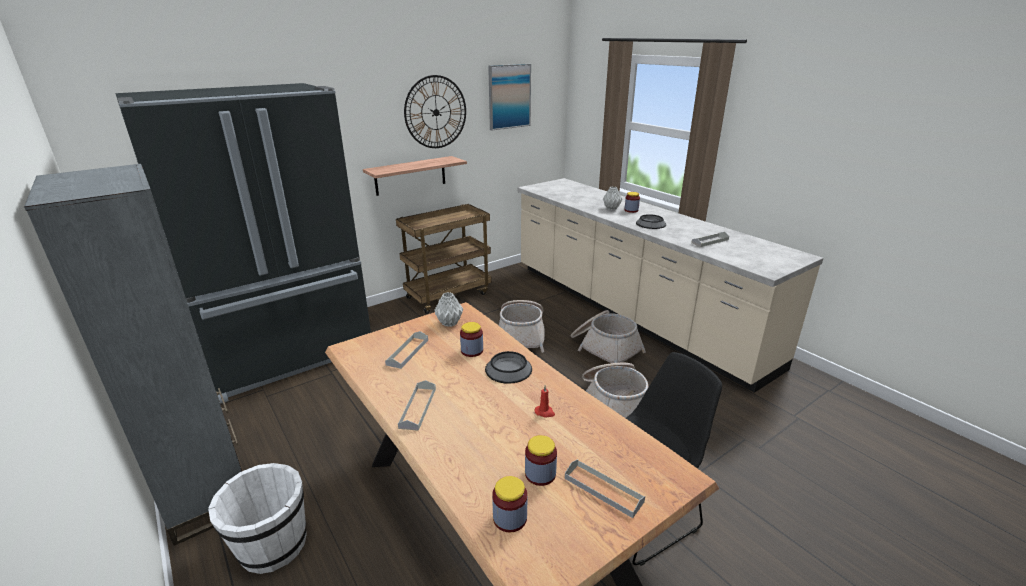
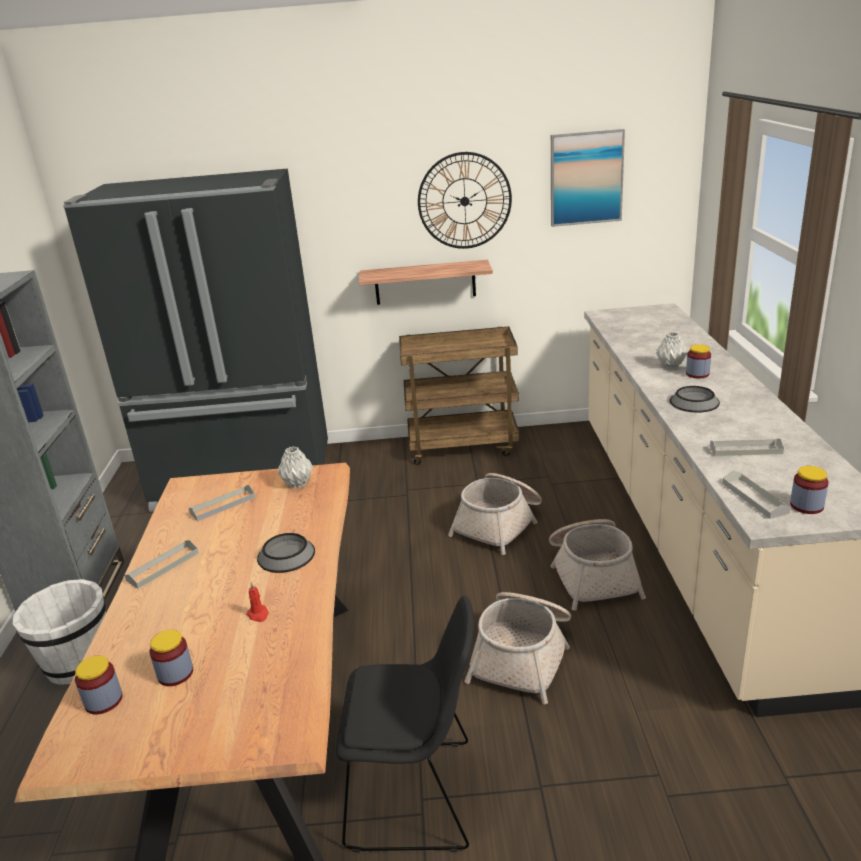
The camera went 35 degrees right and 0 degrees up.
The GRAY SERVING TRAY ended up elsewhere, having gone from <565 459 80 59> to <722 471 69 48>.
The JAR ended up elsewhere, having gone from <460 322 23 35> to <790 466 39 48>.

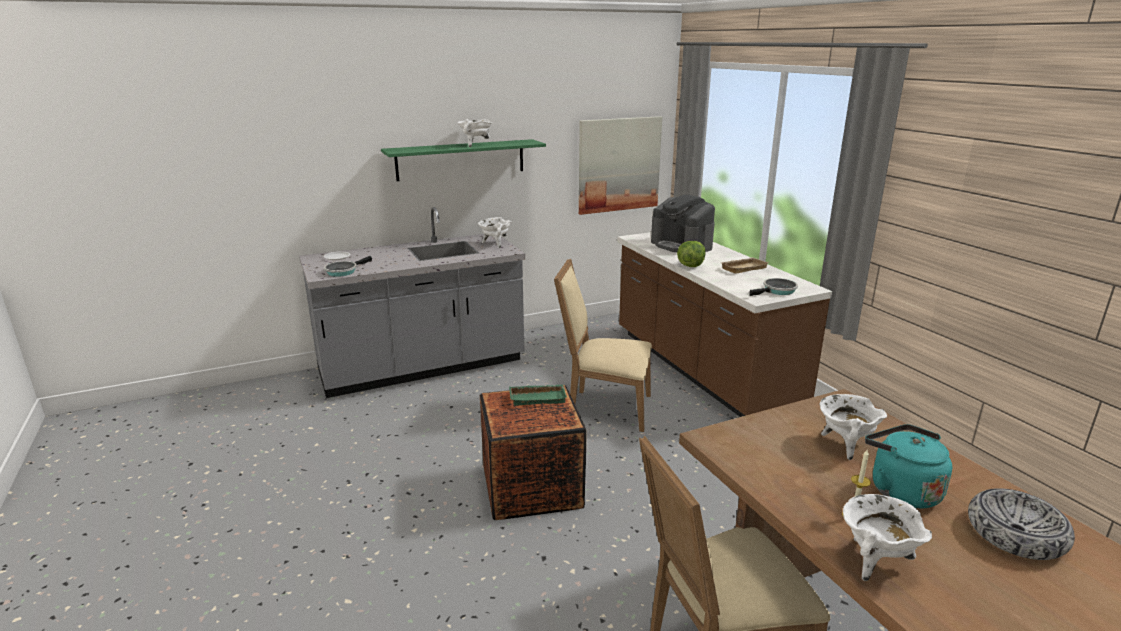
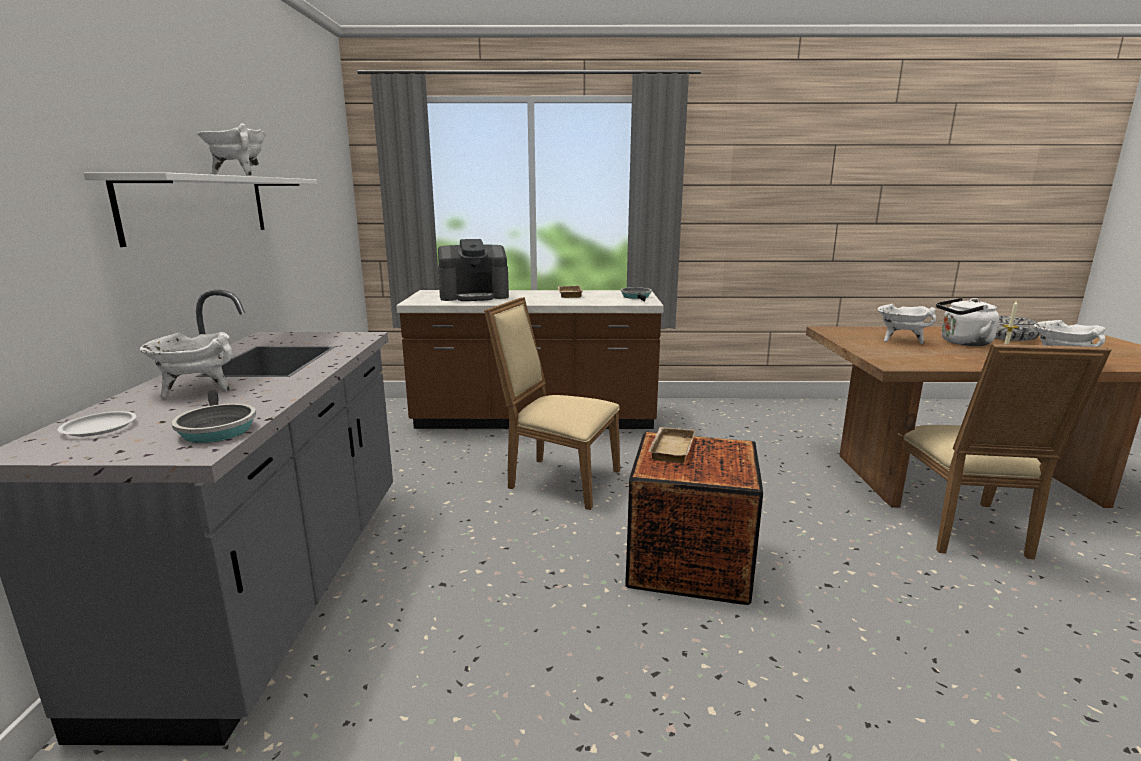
The camera went 65 degrees left and 5 degrees down.
What was the GREENISH WALL SHELF at <381 139 165 42> turned into the WHITISH WALL SHELF at <84 172 233 75>.
The WHITISH COOKING POT ended up elsewhere, having gone from <478 217 34 31> to <140 332 93 66>.
The BEIGE-COLOURED CHAIR at <554 259 98 173> ended up facing another way, 75 degrees clockwise from before.
What was the GREENISH SERVING TRAY at <509 385 58 21> turned into the BEIGE-COLOURED SERVING TRAY at <648 427 47 36>.
What was the BLUE-GREEN WATER KETTLE at <865 424 87 85> turned into the WHITISH WATER KETTLE at <936 298 63 48>.
The second view lost the WALL ART at <579 116 83 99>.
The second view lost the LETTUCE HEAD at <677 241 28 26>.

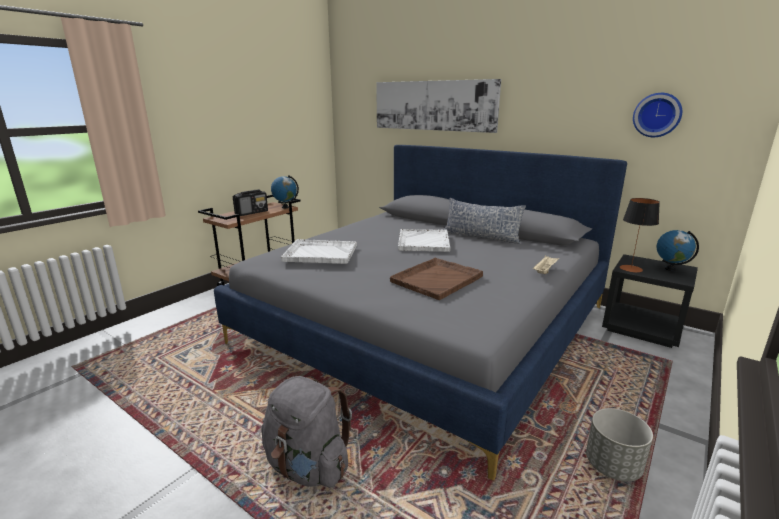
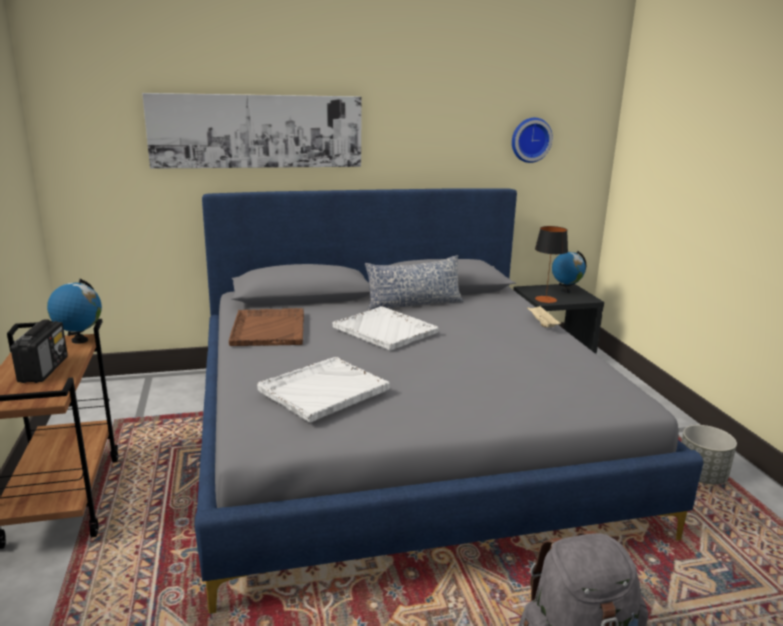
The camera went 50 degrees left and 0 degrees up.
The BROWN-COLOURED SERVING TRAY ended up elsewhere, having gone from <390 258 93 42> to <229 308 75 38>.

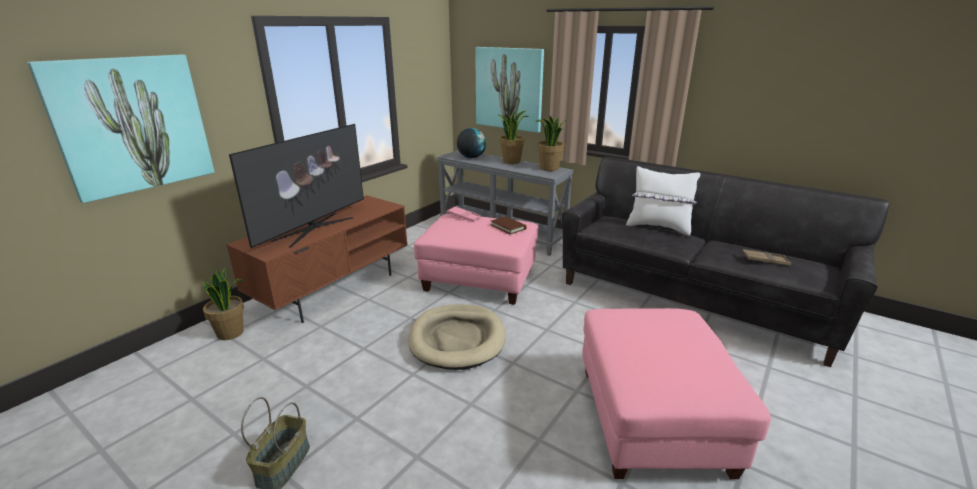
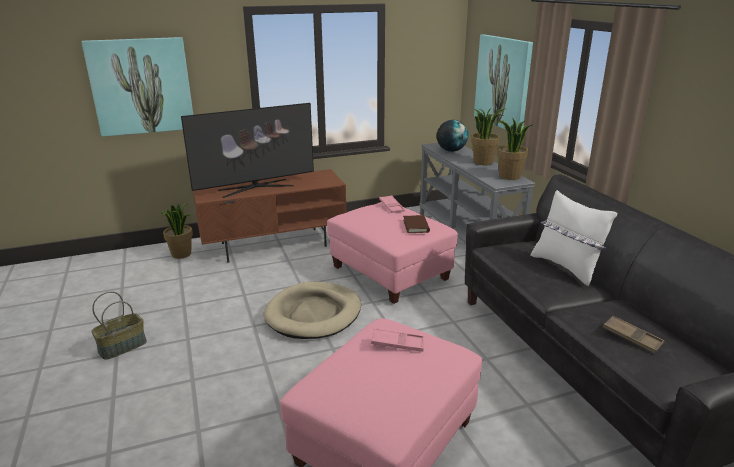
The camera went 35 degrees right and 0 degrees up.
The second view gained the PINK-COLOURED SERVING TRAY at <371 328 53 24>.

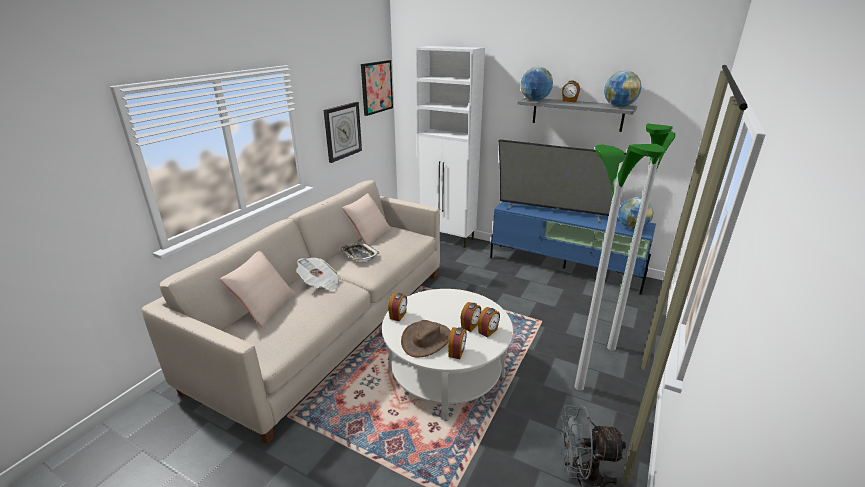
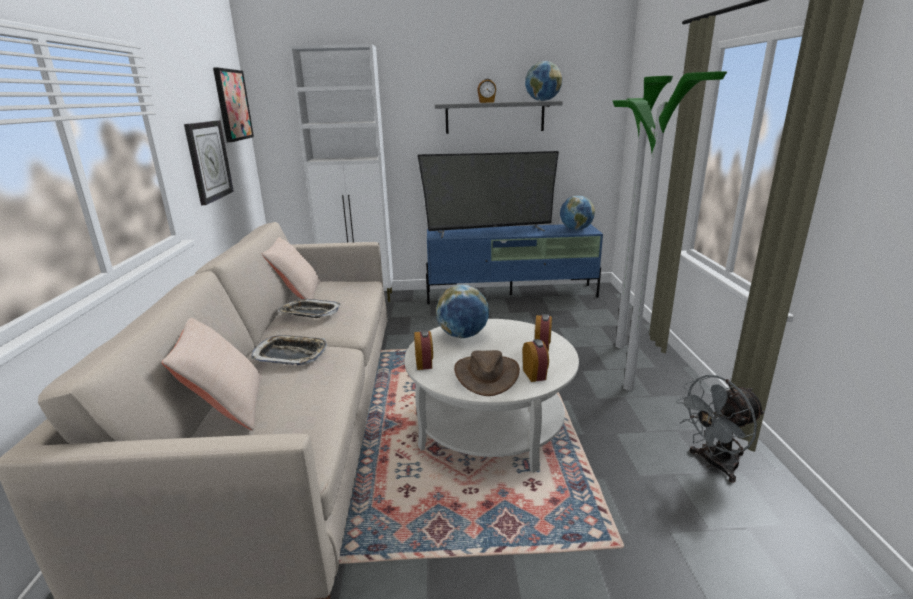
The camera went 30 degrees left and 5 degrees down.
Where the PRINTED PAPER stood at <296 258 45 33>, the SERVING TRAY came to stand at <251 335 76 30>.
The GLOBE ended up elsewhere, having gone from <520 67 33 34> to <436 285 53 53>.
The second view lost the BEDSIDE CLOCK at <460 302 21 30>.

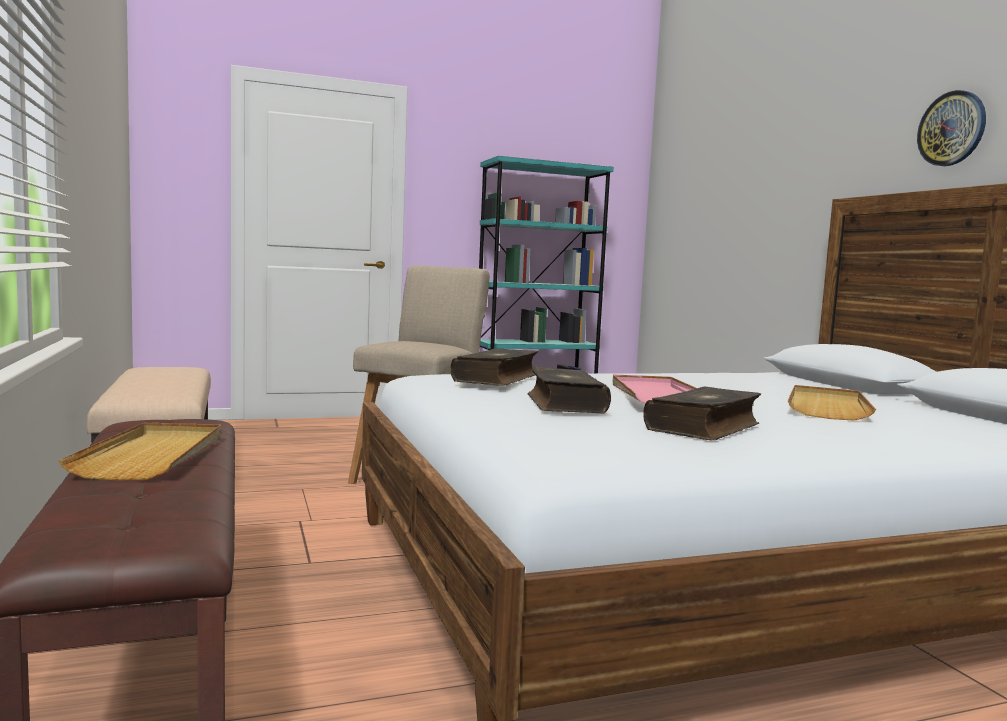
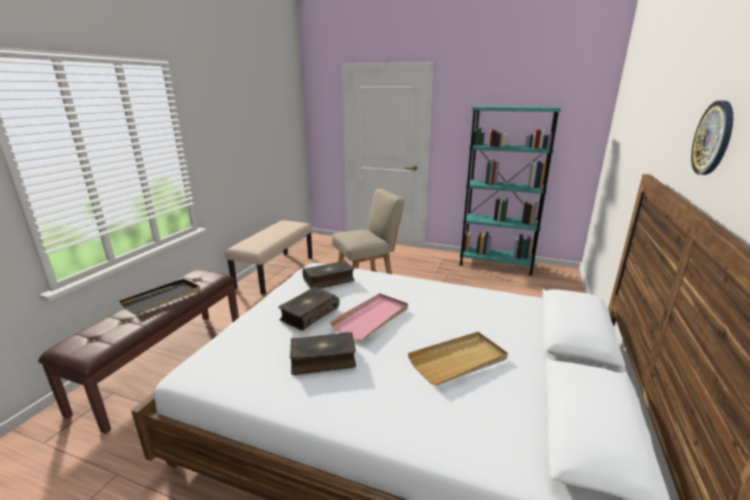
The camera went 40 degrees right and 15 degrees up.
What was the BEIGE-COLOURED SERVING TRAY at <58 423 163 57> turned into the BLACK-COLOURED SERVING TRAY at <120 278 80 37>.

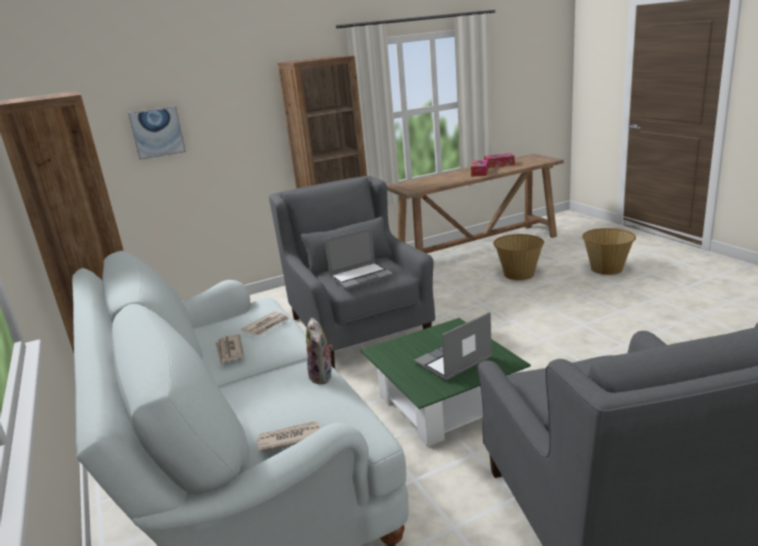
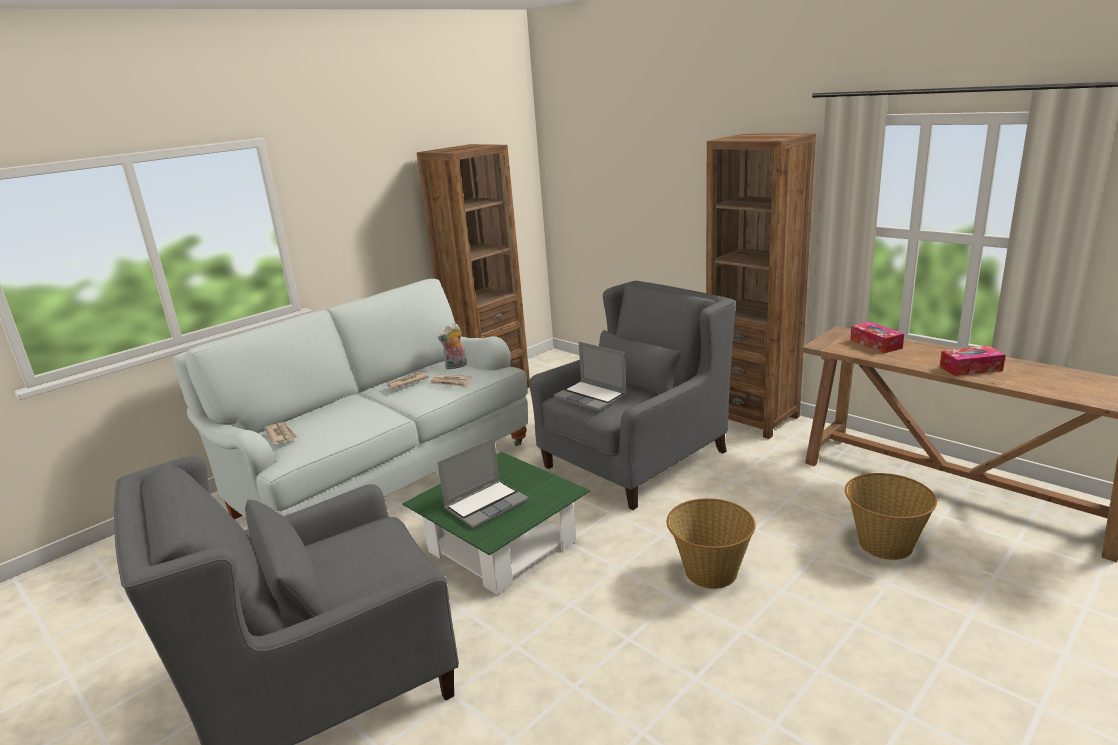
The camera went 70 degrees right and 0 degrees up.
The PLUSH TOY ended up elsewhere, having gone from <306 318 27 66> to <438 323 29 46>.
The PORTABLE COMPUTER at <414 312 78 69> ended up facing another way, 105 degrees clockwise from before.
The HOUSEHOLD BASKET ended up elsewhere, having gone from <582 228 54 47> to <667 498 88 91>.
The BOX OF TISSUES ended up elsewhere, having gone from <484 153 31 15> to <850 322 54 31>.
The second view lost the WALL ART at <128 106 58 54>.

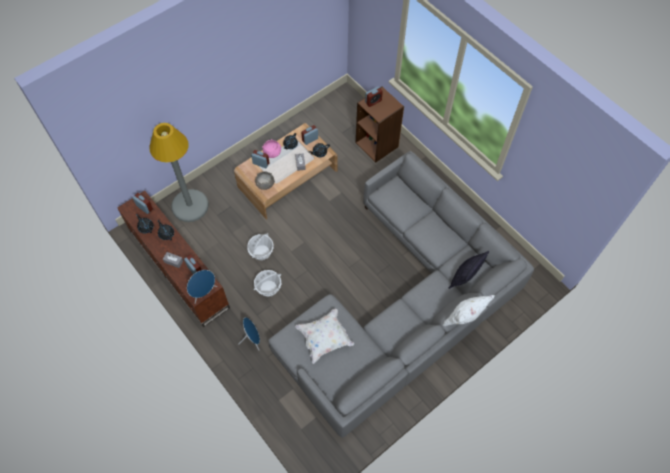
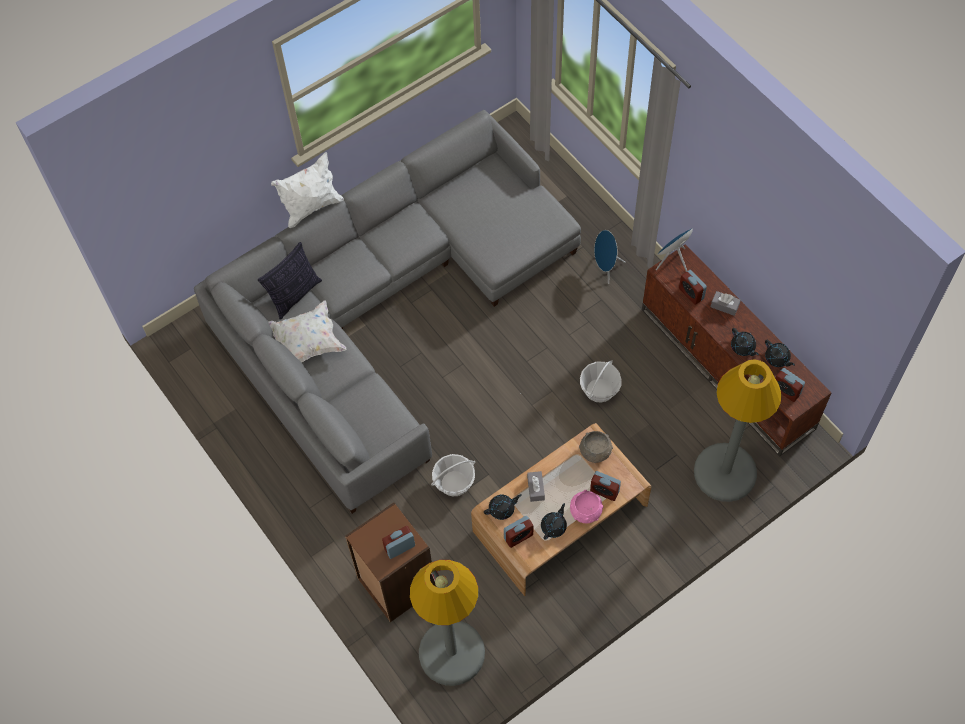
The camera went 175 degrees left and 0 degrees up.
The WHITISH PILLOW ended up elsewhere, having gone from <295 309 59 55> to <268 300 78 62>.
The second view gained the GRAY FLOOR LAMP at <410 560 75 126>.
The HOUSEHOLD BASKET ended up elsewhere, having gone from <253 270 28 27> to <431 454 44 42>.

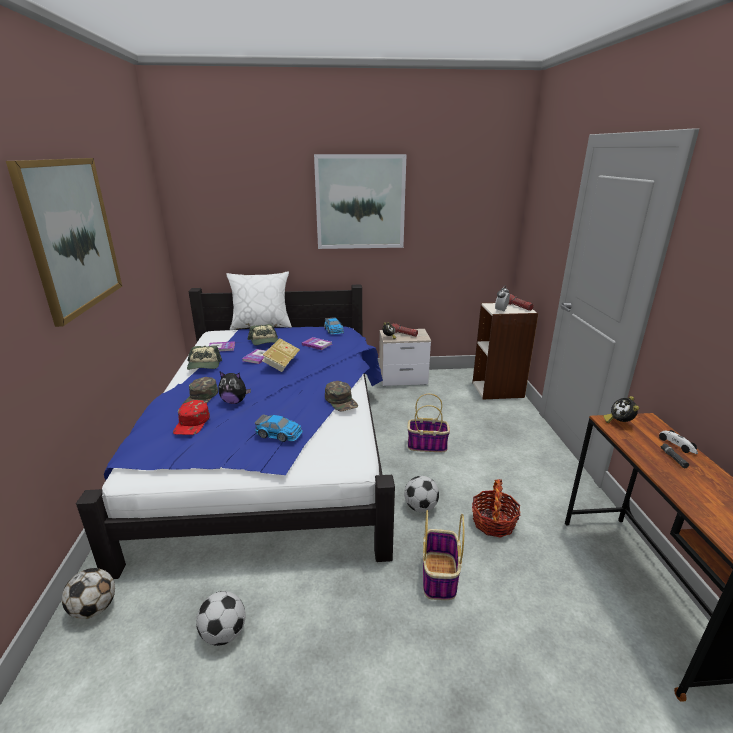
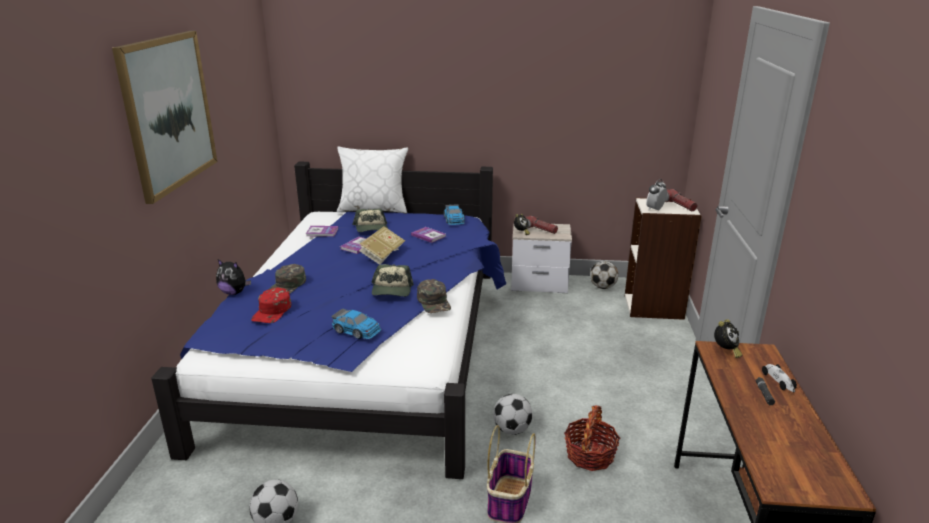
The camera went 10 degrees right and 0 degrees up.
The PLUSH TOY ended up elsewhere, having gone from <218 372 33 32> to <216 260 35 35>.
The CAP ended up elsewhere, having gone from <187 346 35 24> to <371 264 43 33>.
The FOOTBALL ended up elsewhere, having gone from <62 568 53 51> to <590 261 29 28>.
The BEDSIDE CLOCK at <604 396 35 27> ended up facing another way, 150 degrees counterclockwise from before.
The second view lost the WALL ART at <314 154 93 95>.
The second view lost the HOUSEHOLD BASKET at <408 394 42 58>.

